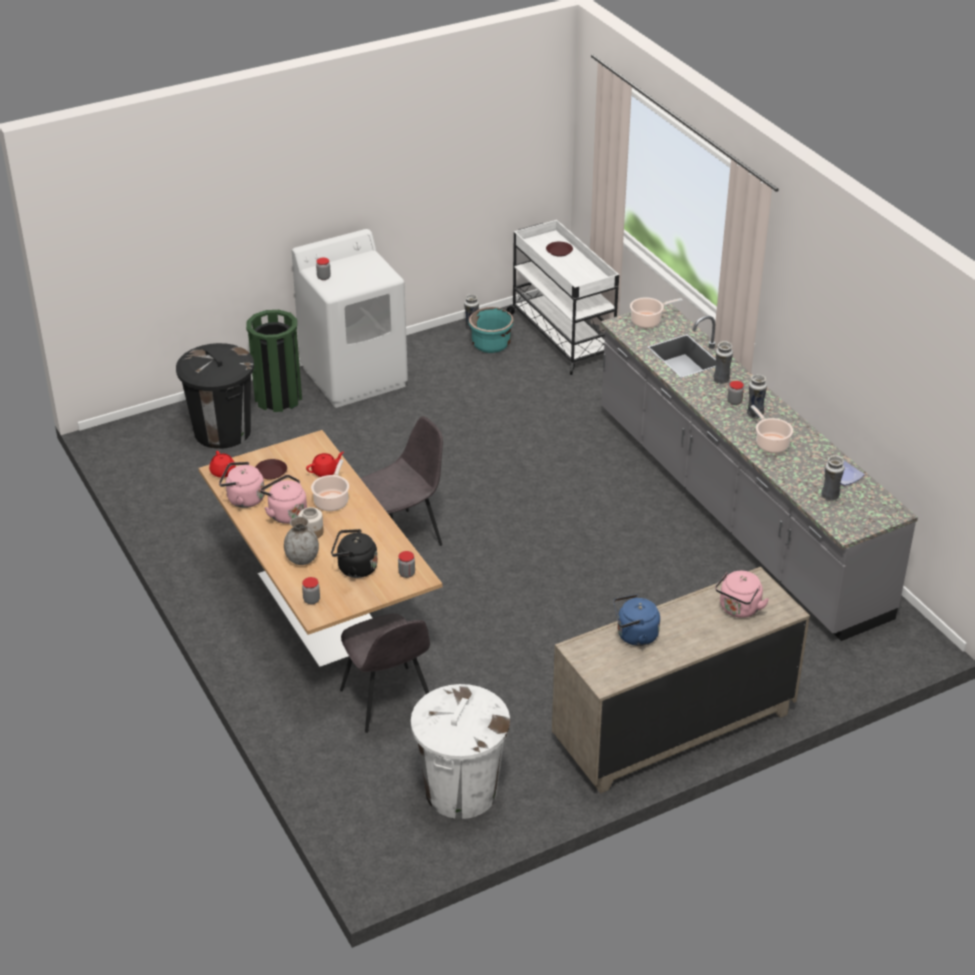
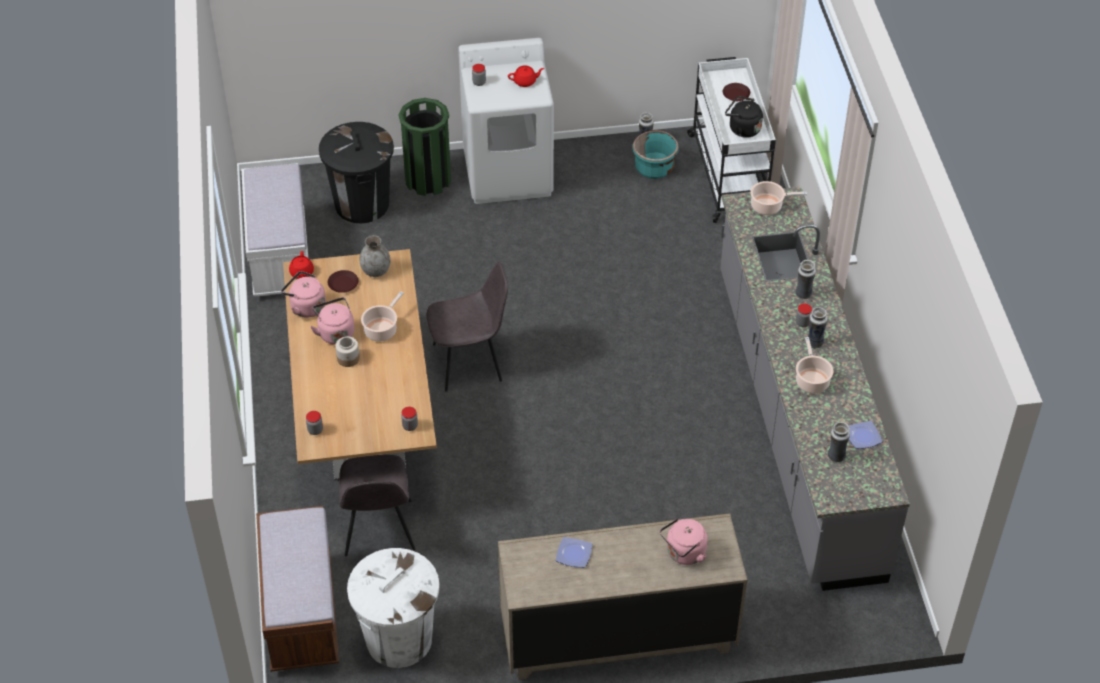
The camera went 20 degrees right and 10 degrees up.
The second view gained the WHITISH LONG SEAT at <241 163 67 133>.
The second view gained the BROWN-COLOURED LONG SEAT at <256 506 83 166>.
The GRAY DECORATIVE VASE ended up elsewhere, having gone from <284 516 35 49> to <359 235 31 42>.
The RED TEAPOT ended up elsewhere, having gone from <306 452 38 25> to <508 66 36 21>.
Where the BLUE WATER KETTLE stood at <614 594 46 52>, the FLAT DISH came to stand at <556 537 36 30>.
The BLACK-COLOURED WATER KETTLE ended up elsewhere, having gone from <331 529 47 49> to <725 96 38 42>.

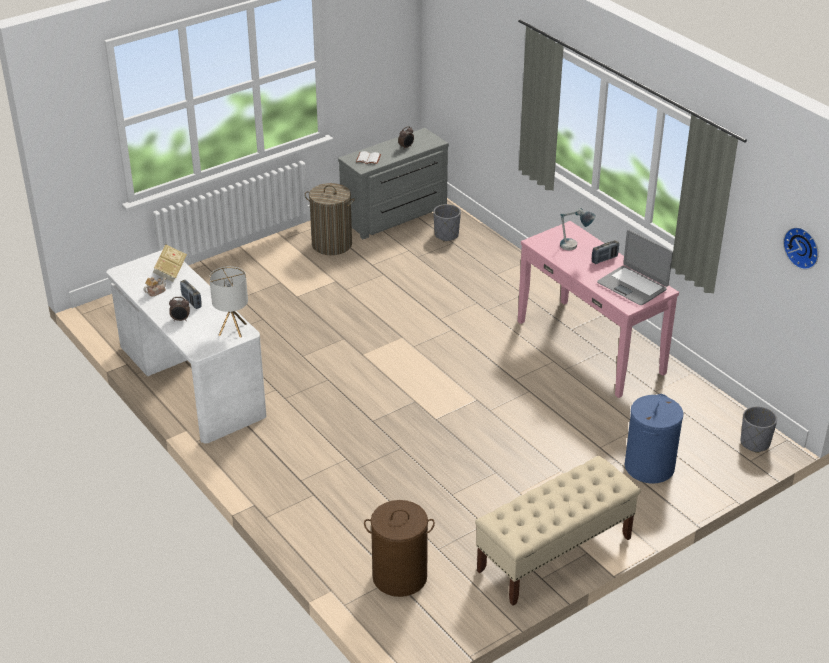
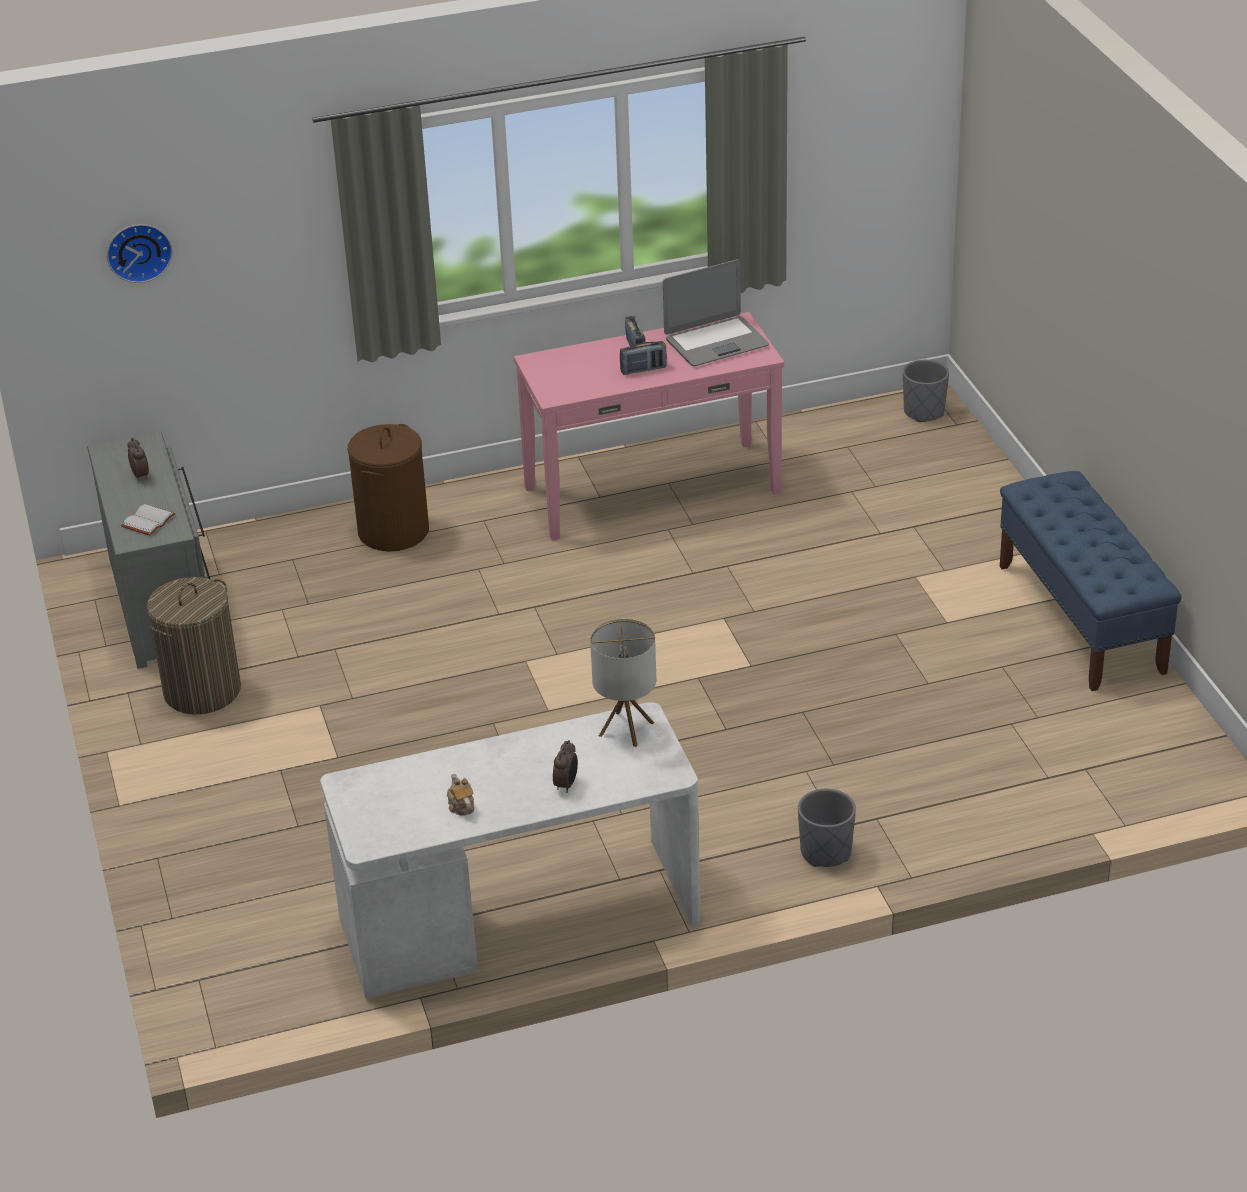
The camera went 70 degrees left and 0 degrees up.
The WALL CLOCK ended up elsewhere, having gone from <783 227 36 43> to <107 224 65 59>.
The BROWN-COLOURED WASHING BASKET ended up elsewhere, having gone from <364 500 71 97> to <348 424 81 127>.
The RADIO RECEIVER ended up elsewhere, having gone from <180 280 22 29> to <620 341 47 34>.
The GRAY PLANTER ended up elsewhere, having gone from <433 204 28 37> to <798 789 58 78>.
What was the BEIGE-COLOURED LONG SEAT at <475 456 166 150> turned into the BLUE LONG SEAT at <1000 471 182 220>.
The second view lost the BOUND BOOK at <152 244 35 38>.
The second view lost the LAMP FOR A TABLE at <560 208 36 42>.
The second view lost the BLUE WASHING BASKET at <625 394 59 89>.

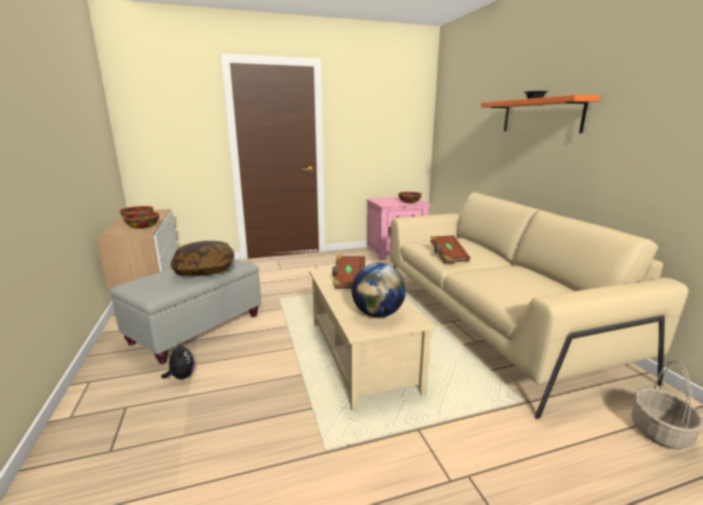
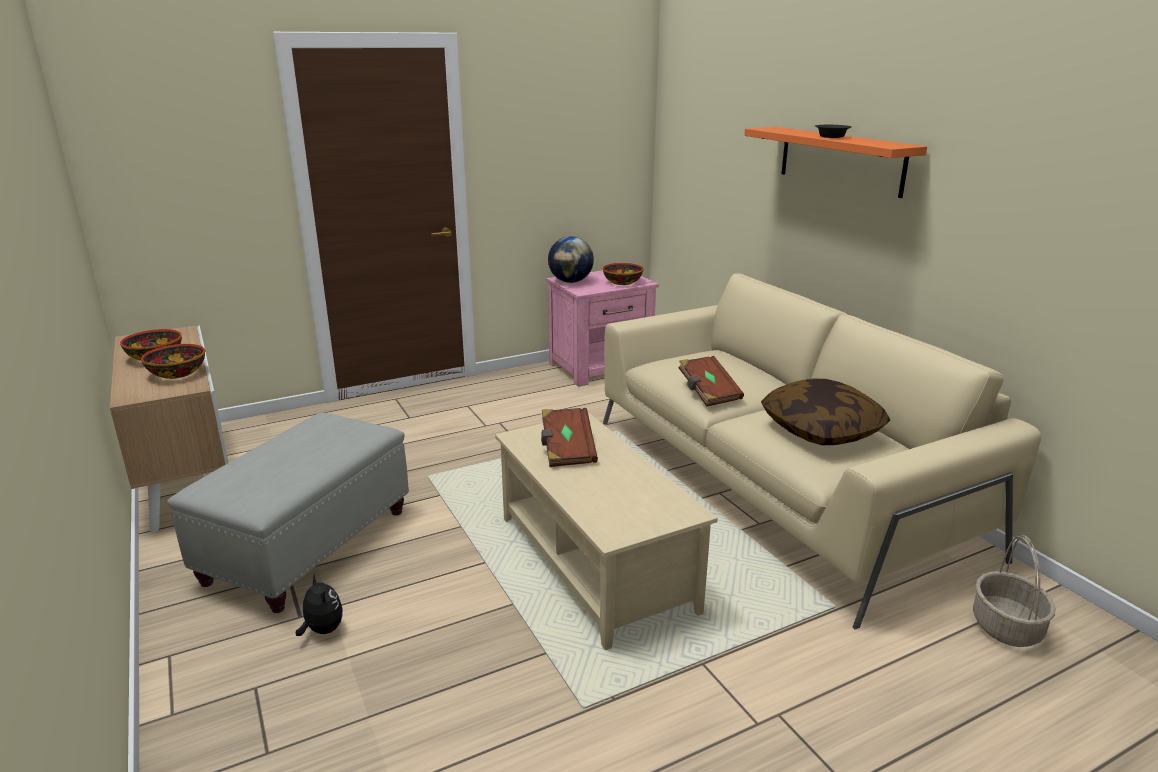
The camera went 10 degrees left and 5 degrees up.
The GLOBE ended up elsewhere, having gone from <351 263 55 54> to <548 236 46 47>.
The PILLOW ended up elsewhere, having gone from <171 241 63 35> to <761 379 129 66>.

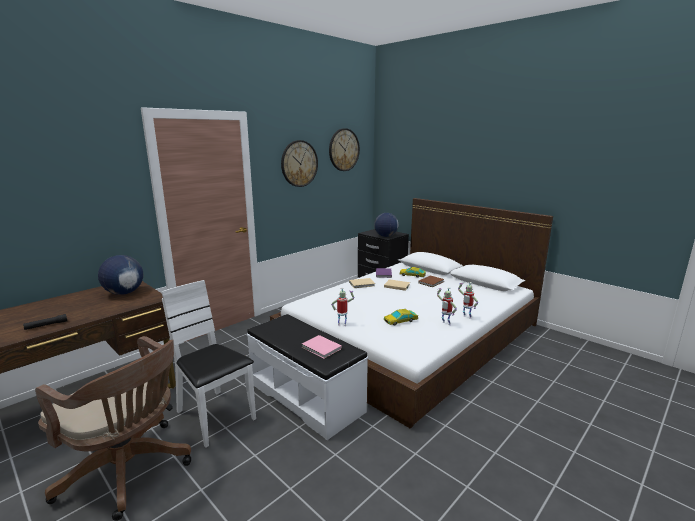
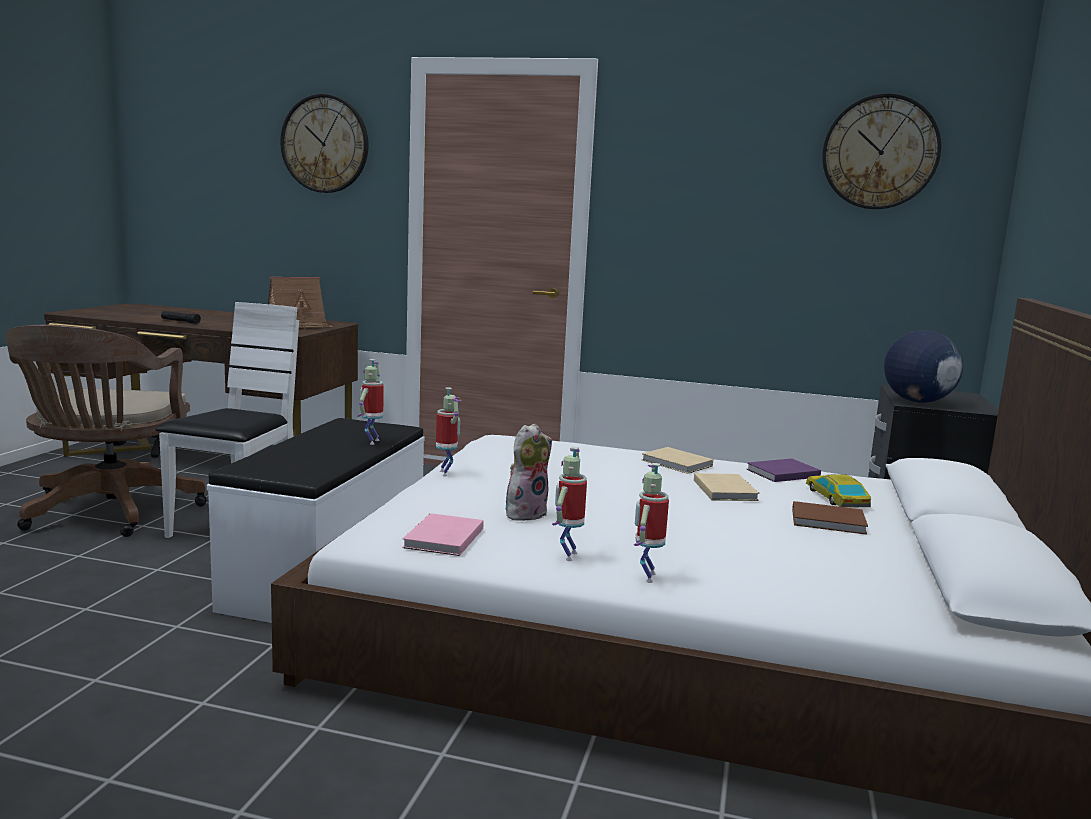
The camera went 60 degrees right and 5 degrees down.
Where the GLOBE stood at <98 255 45 40>, the MODEL HOUSE came to stand at <268 276 66 52>.
The WALL CLOCK ended up elsewhere, having gone from <281 140 37 47> to <280 94 88 99>.
The second view gained the TOY ROBOT at <357 359 27 86>.
The PINK-COLOURED BOUND BOOK ended up elsewhere, having gone from <302 335 40 24> to <402 513 82 43>.
Where the TOY CAR stood at <383 309 35 17>, the PLUSH TOY came to stand at <506 424 46 97>.

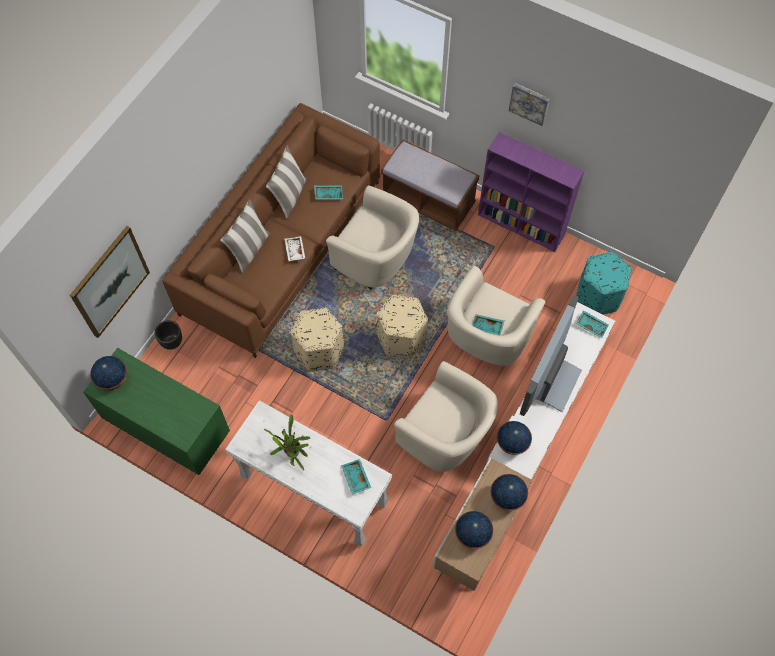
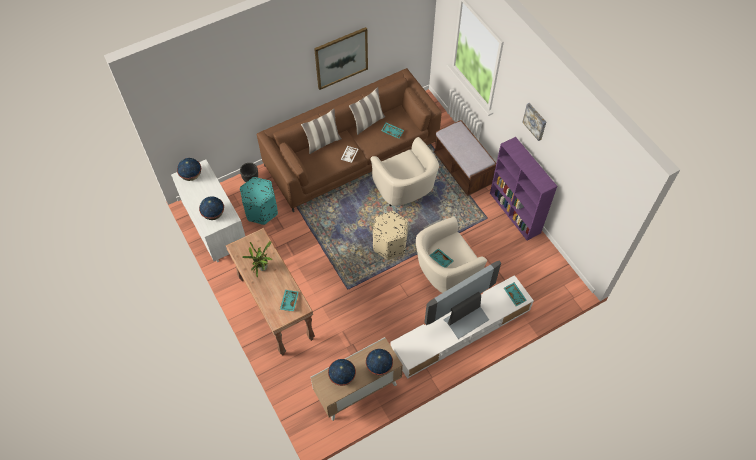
The camera went 30 degrees right and 5 degrees down.
What was the GREENISH CHEST OF DRAWERS at <83 348 147 127> turned into the WHITISH CHEST OF DRAWERS at <171 160 74 102>.
The GLOBE ended up elsewhere, having gone from <497 421 35 34> to <199 196 25 24>.
What was the WHITISH HALL TABLE at <225 400 167 146> turned into the BROWN-COLOURED HALL TABLE at <226 228 89 128>.
The BLUE-GREEN POUFFE ended up elsewhere, having gone from <576 252 56 62> to <240 177 38 48>.
The WALL ART ended up elsewhere, having gone from <70 226 80 112> to <314 27 54 63>.
The second view lost the BEIGE-COLOURED POUFFE at <291 308 53 64>.
The second view lost the BEIGE-COLOURED LOUNGE CHAIR at <394 361 104 111>.

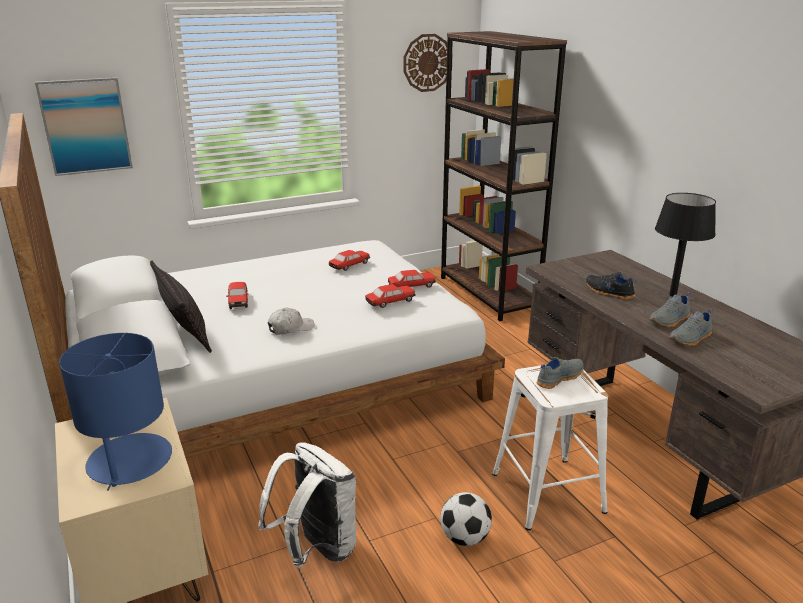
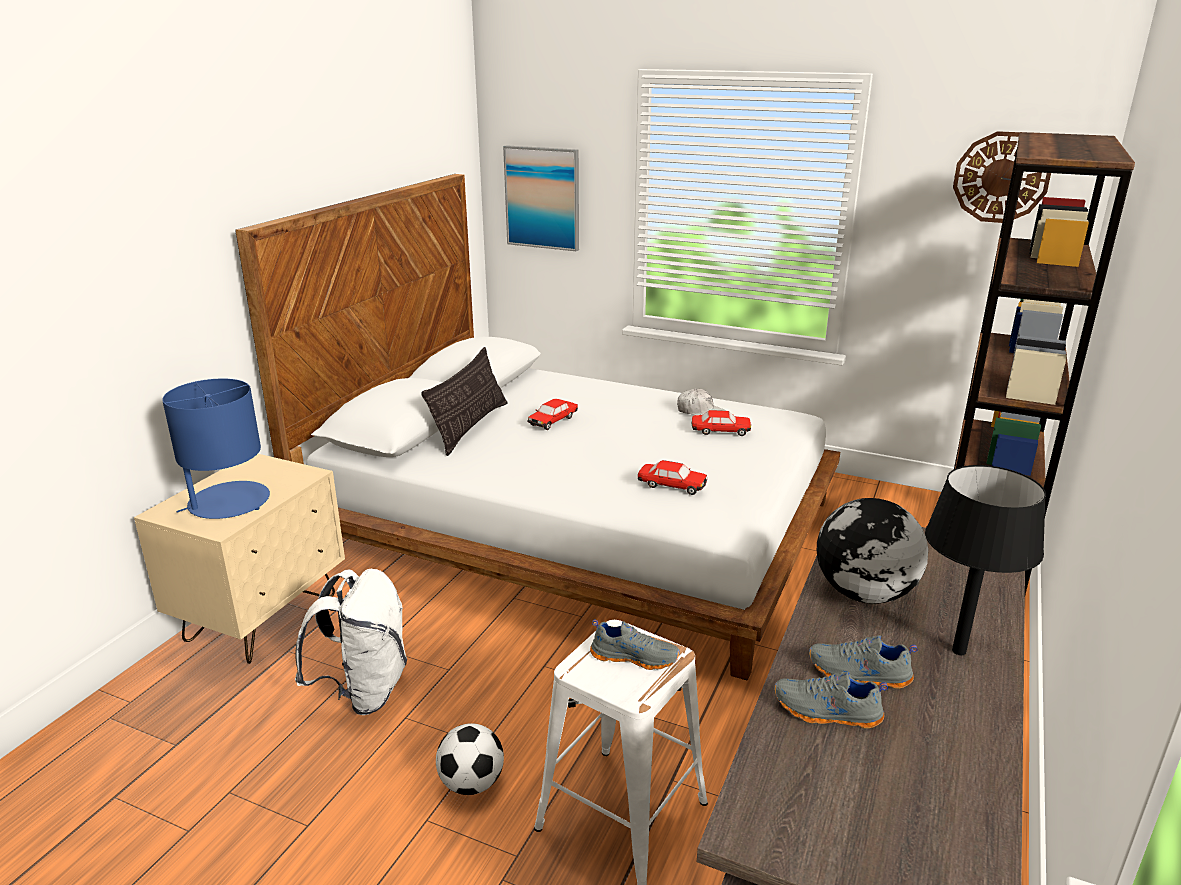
The camera went 50 degrees right and 0 degrees up.
The WHITISH CAP ended up elsewhere, having gone from <268 307 46 28> to <677 389 49 26>.
Where the BLACK-COLOURED LOW SHOE stood at <586 272 51 28>, the GLOBE came to stand at <817 498 111 106>.
The second view lost the TOY CAR at <388 270 48 18>.

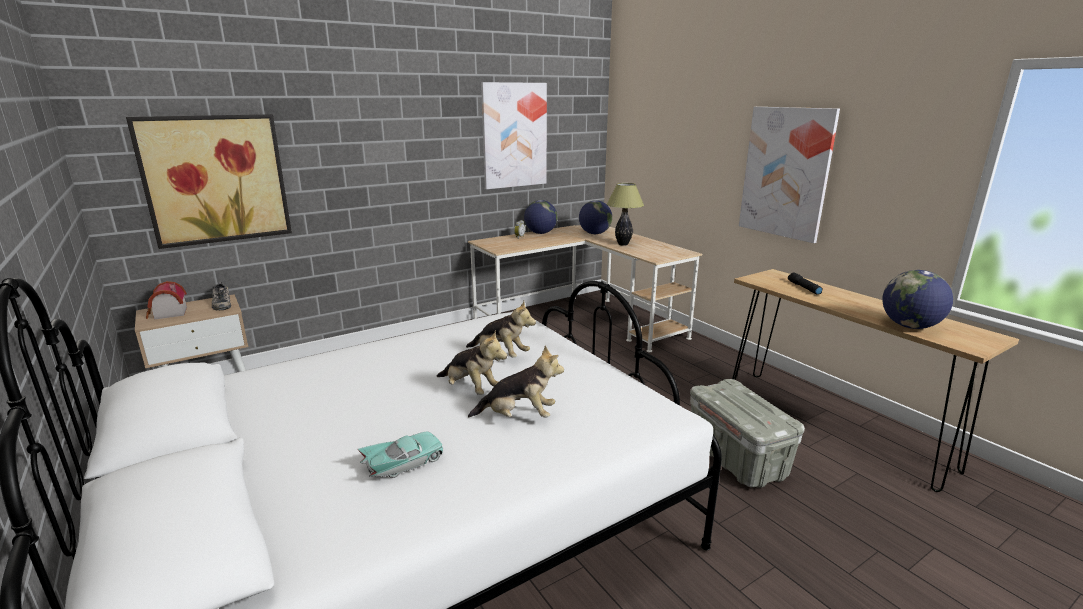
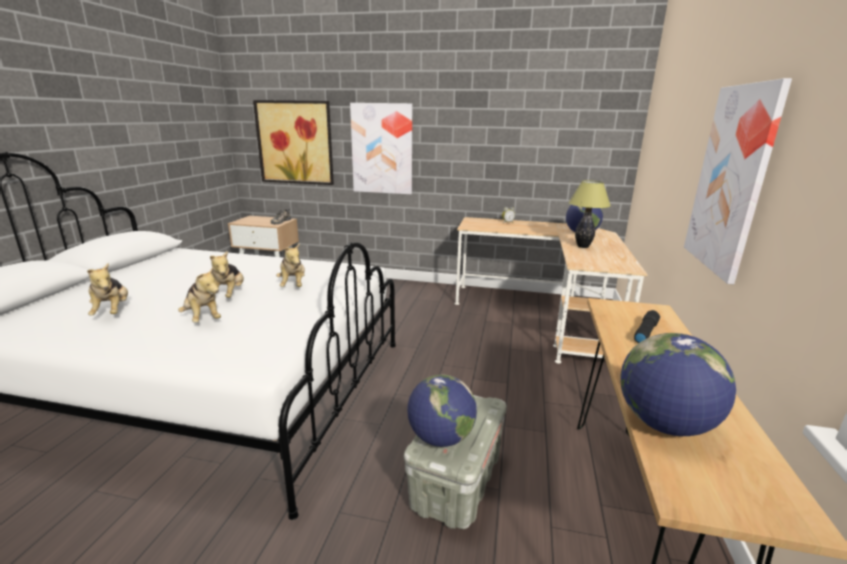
The camera went 45 degrees right and 0 degrees up.
Where the BLUE-GREEN TOY CAR stood at <357 432 86 46>, the PLUSH TOY came to stand at <87 263 41 53>.
The WALL ART ended up elsewhere, having gone from <481 82 66 107> to <350 103 62 91>.
The GLOBE ended up elsewhere, having gone from <524 200 33 34> to <407 375 70 72>.
The second view lost the MODEL HOUSE at <146 281 41 39>.

